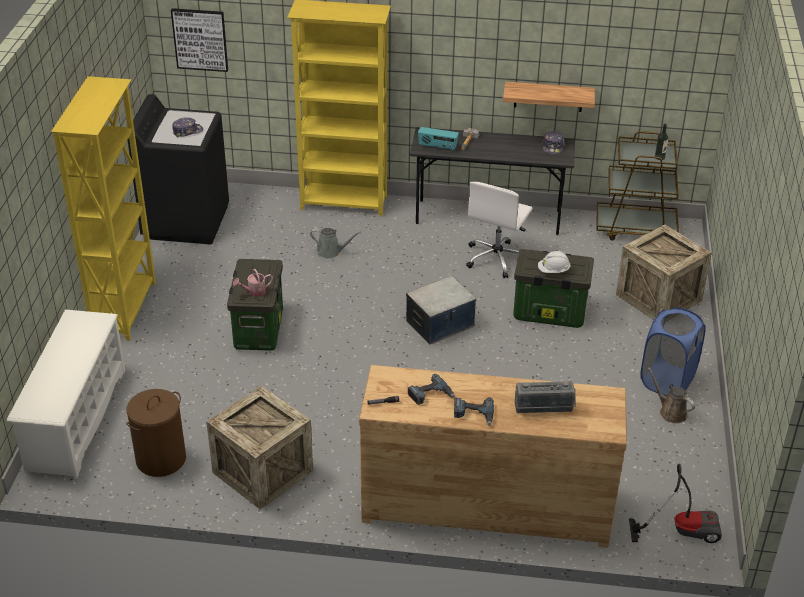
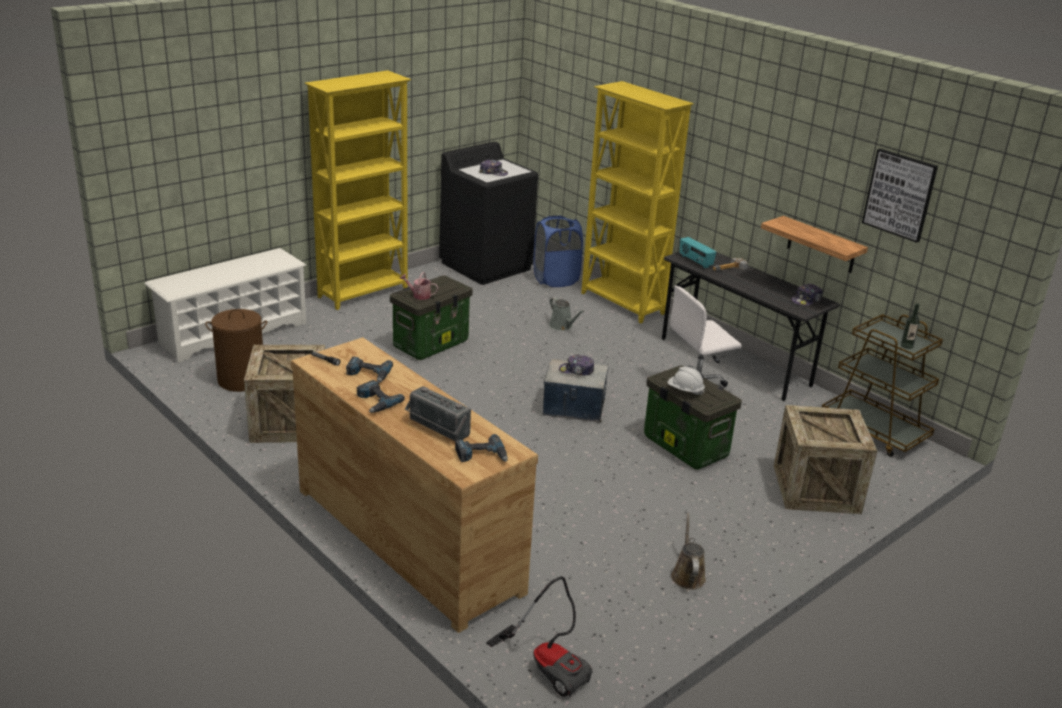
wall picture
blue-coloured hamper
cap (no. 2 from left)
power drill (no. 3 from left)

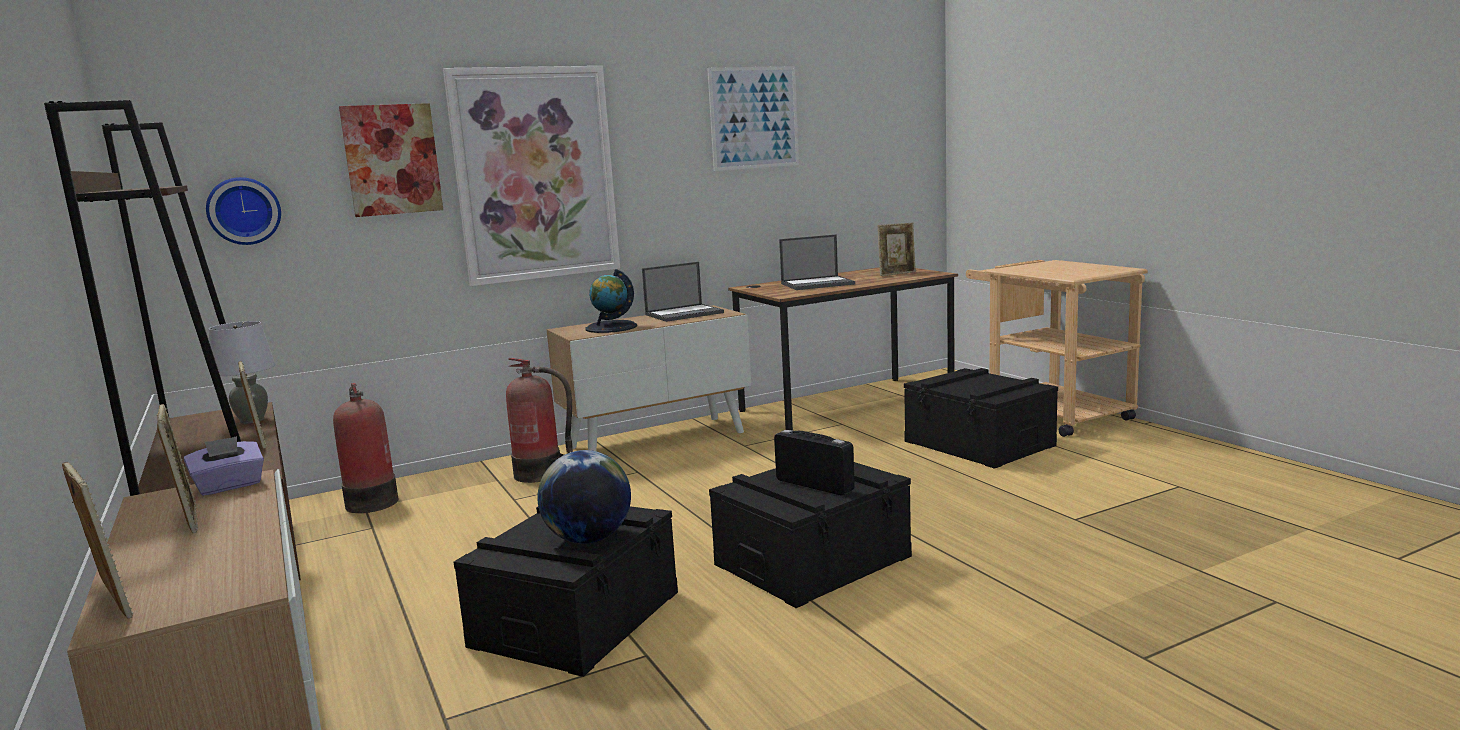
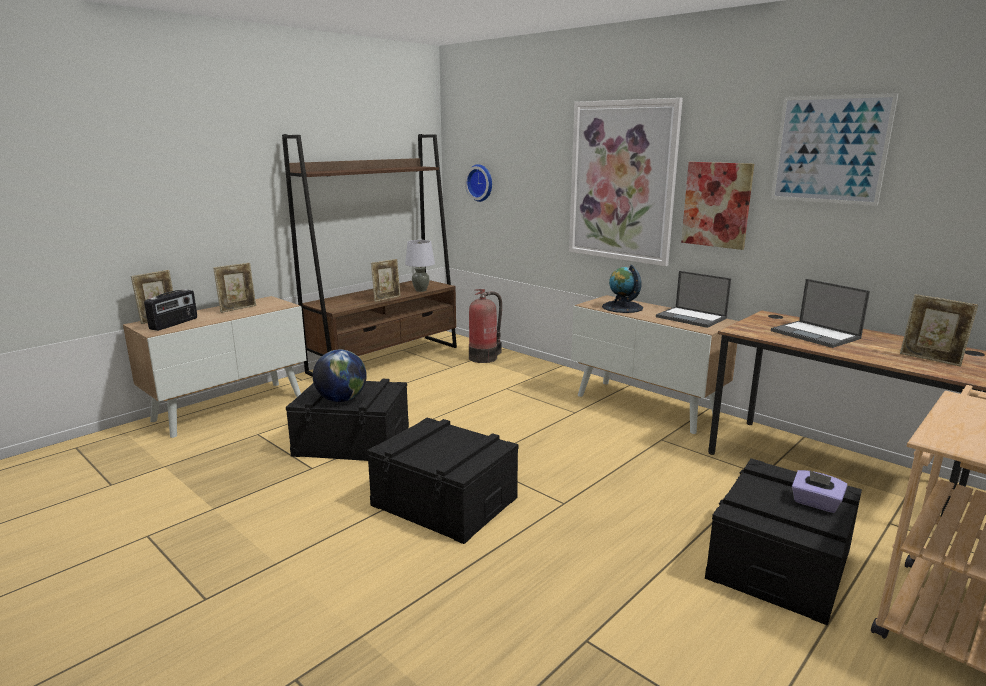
wall picture (no. 2 from left)
extinguisher (no. 2 from left in the first image)
radio set
purplish tissue box

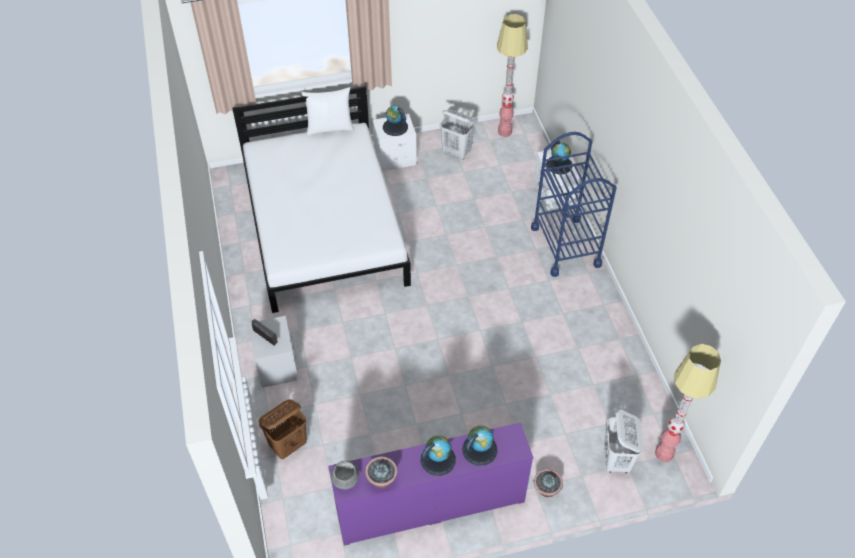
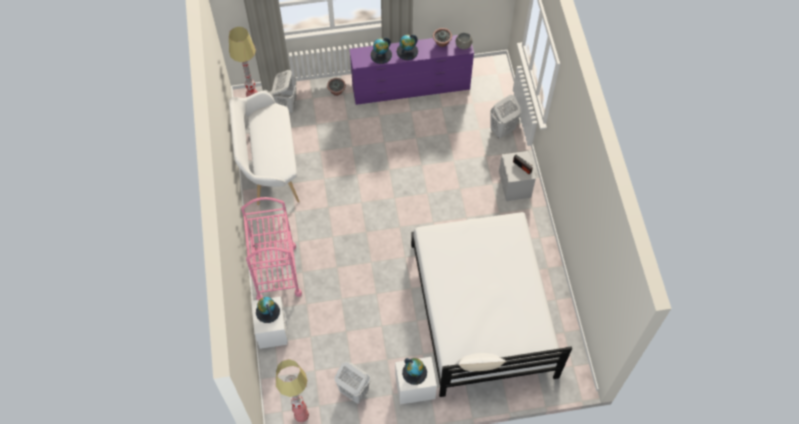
pink-coloured wheeled cart
white hamper (no. 3 from left)
white long seat

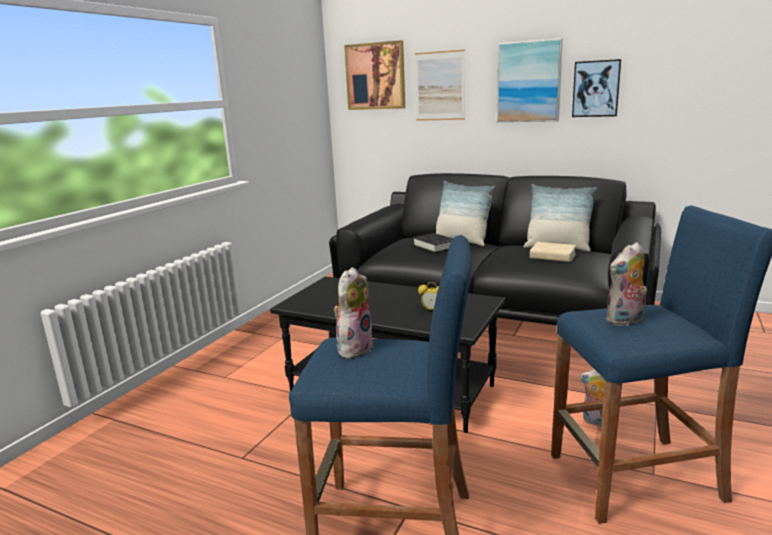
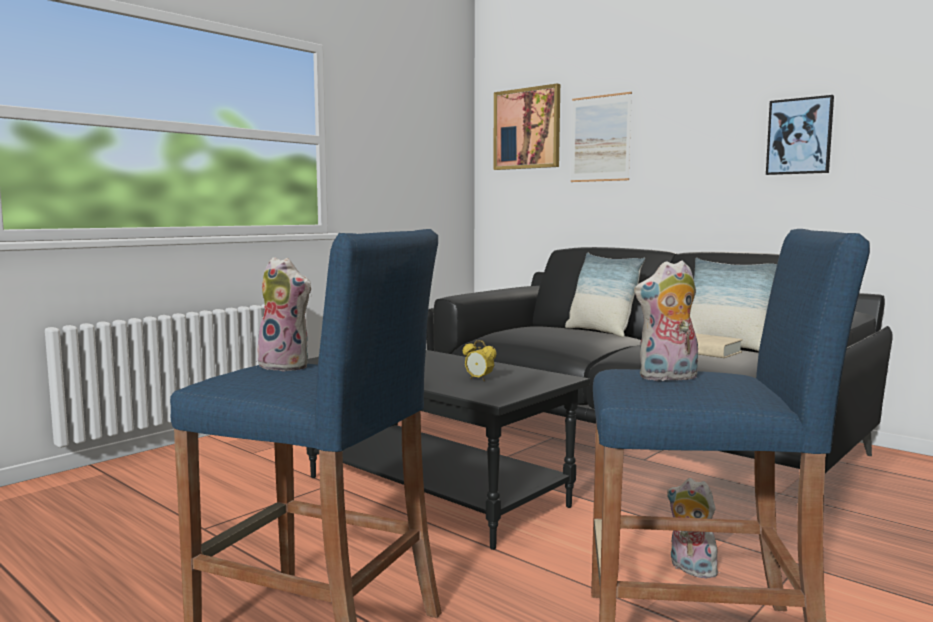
wall picture (no. 3 from left in the first image)
blackish book
plush toy (no. 1 from left)

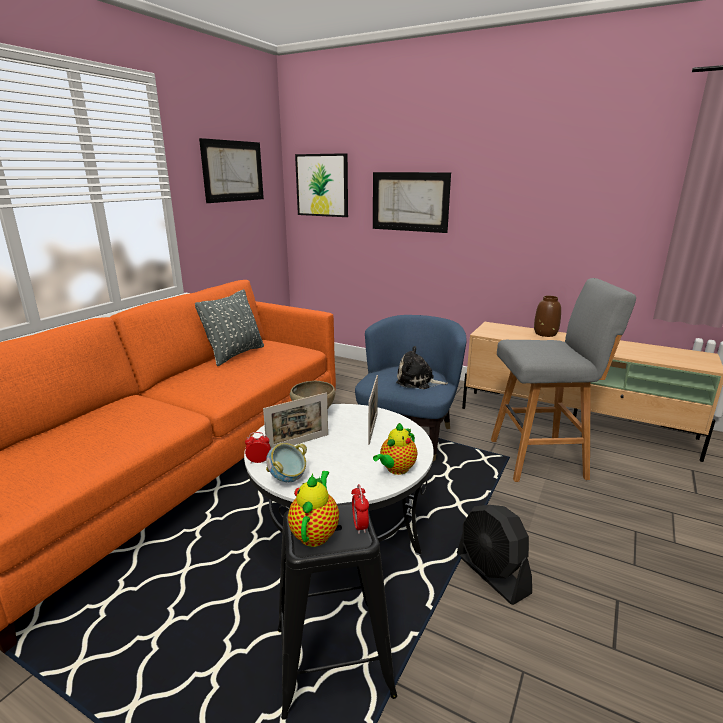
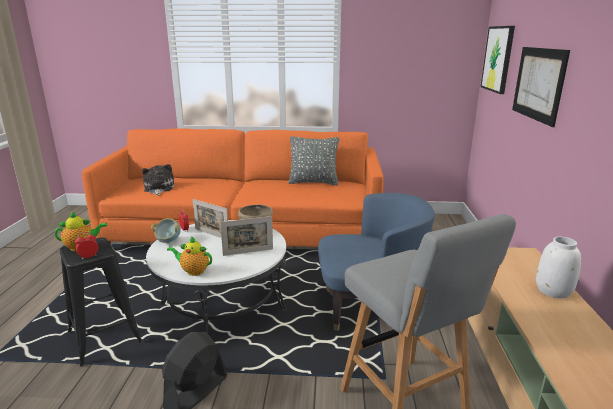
wall picture (no. 1 from left in the first image)
white flower vase
plush toy

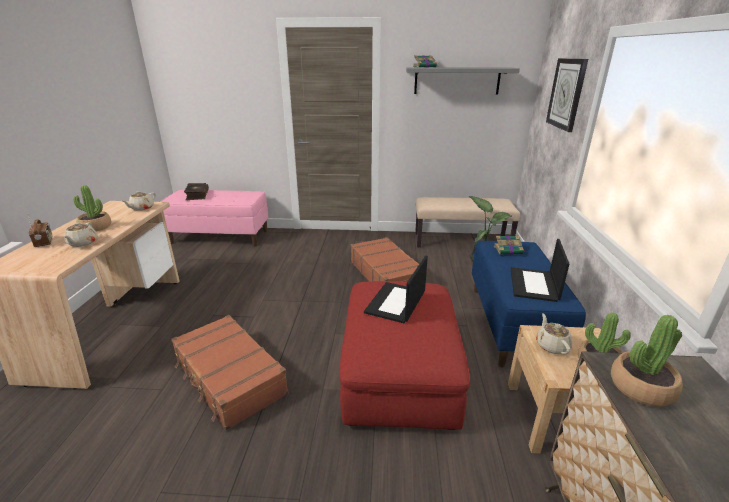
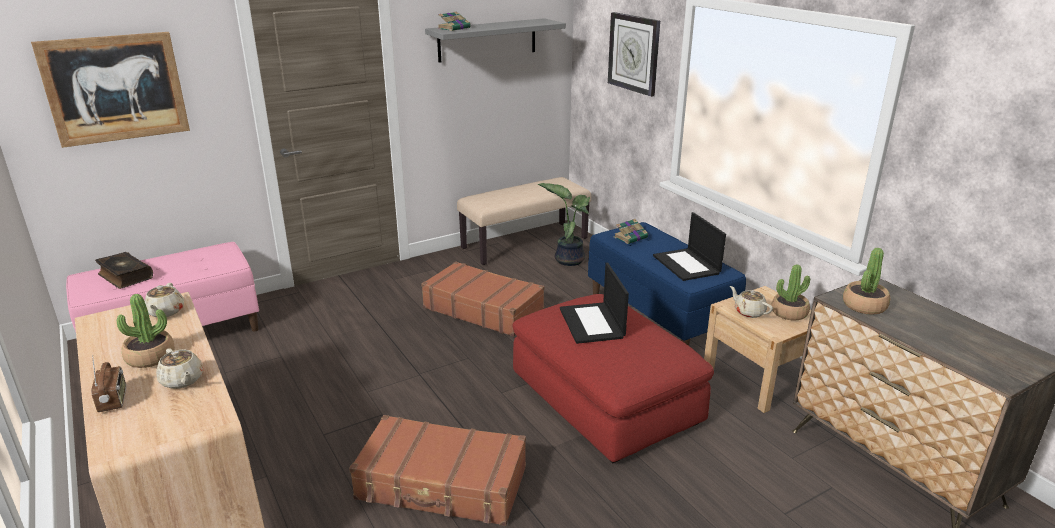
radio set
wall picture

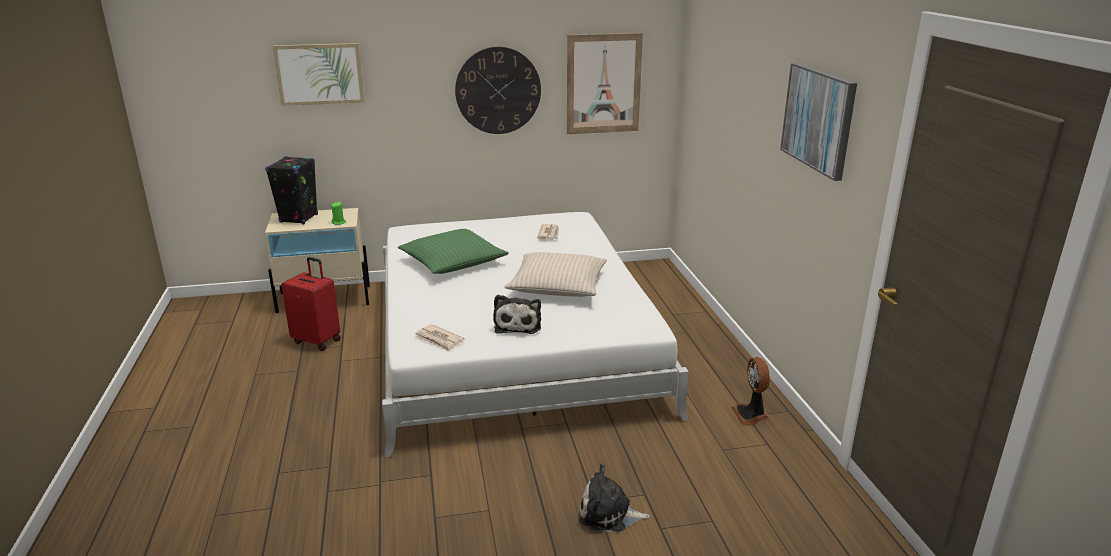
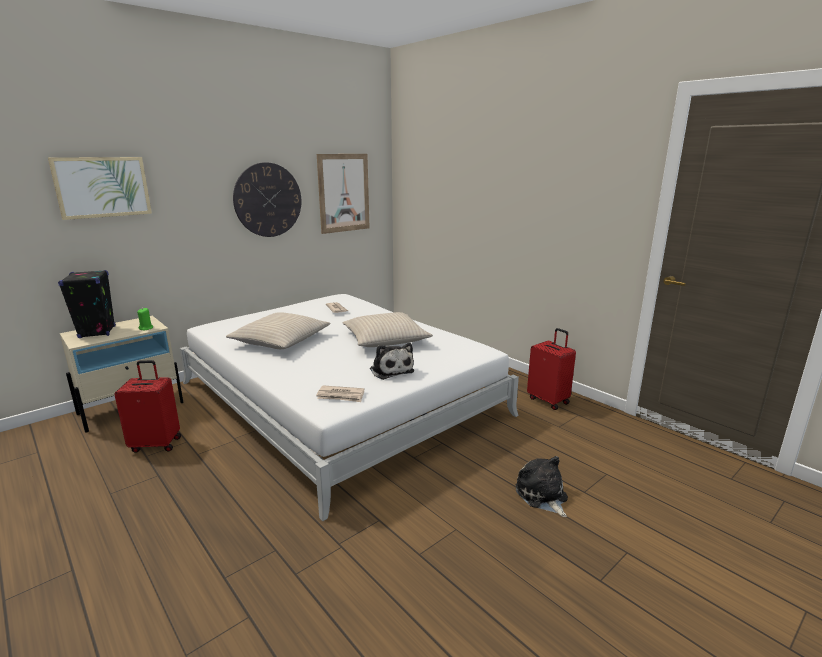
wall picture (no. 3 from left in the first image)
beige-coloured throw pillow (no. 1 from left)
reddish suitcase (no. 2 from left)
plush toy (no. 2 from left)

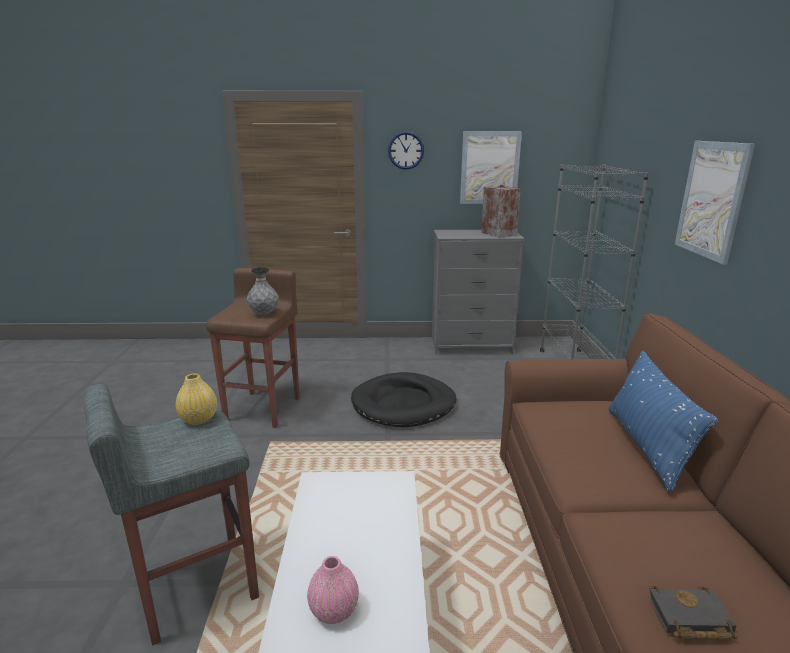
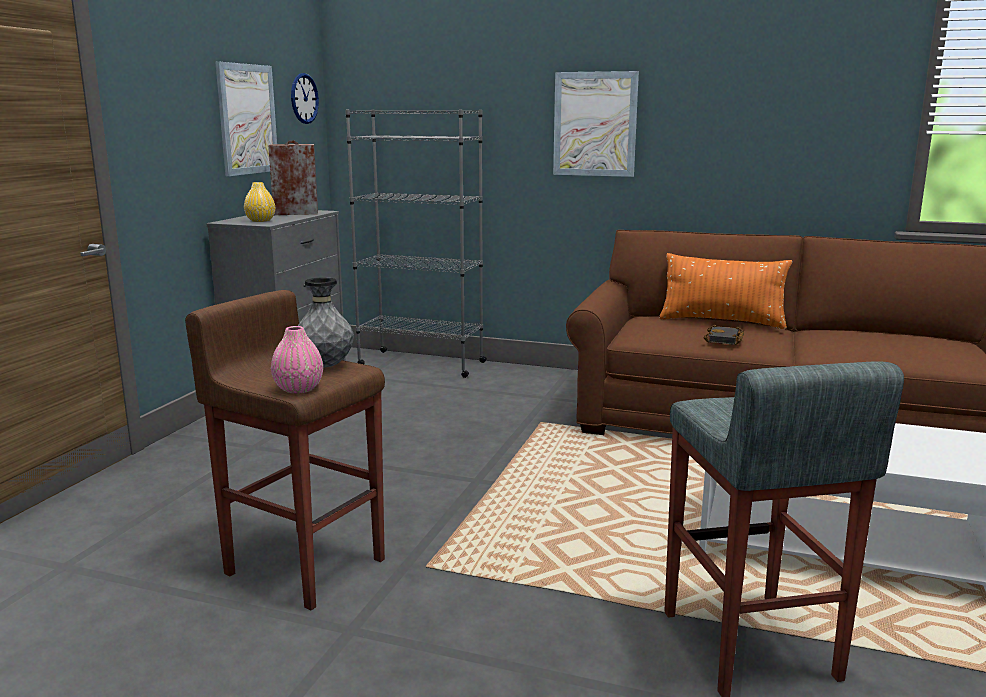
clock on the wall
orangey throw pillow
blackish dog cushion
yellow-coloured flower vase
pink-coloured flower vase
blackish book

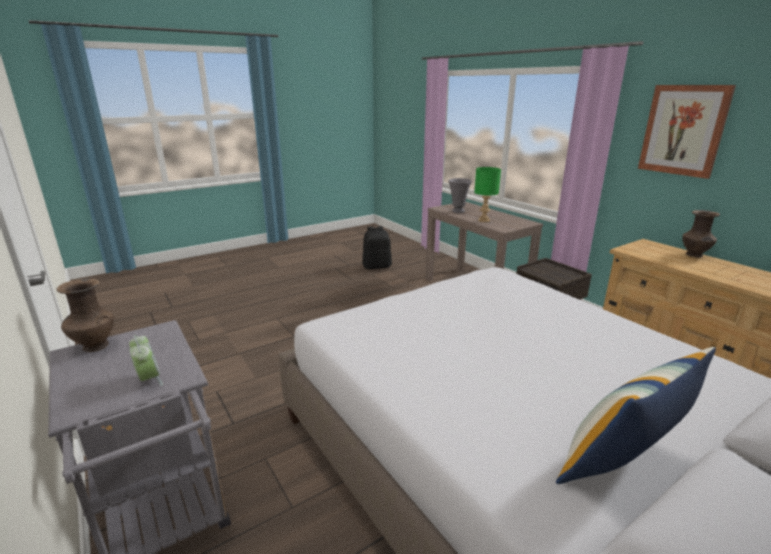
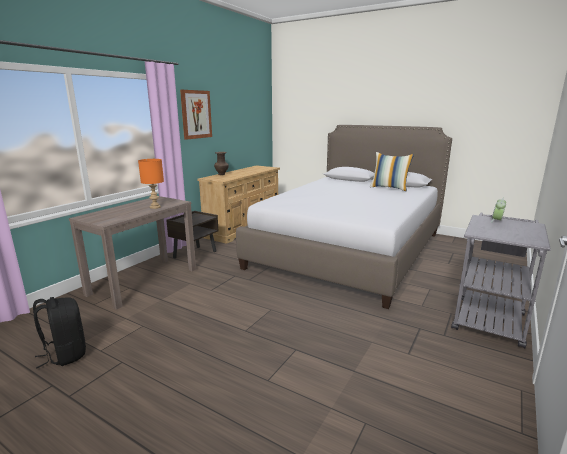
orangey tabletop lamp
grey flower vase
brown-coloured flower vase (no. 1 from left in the first image)

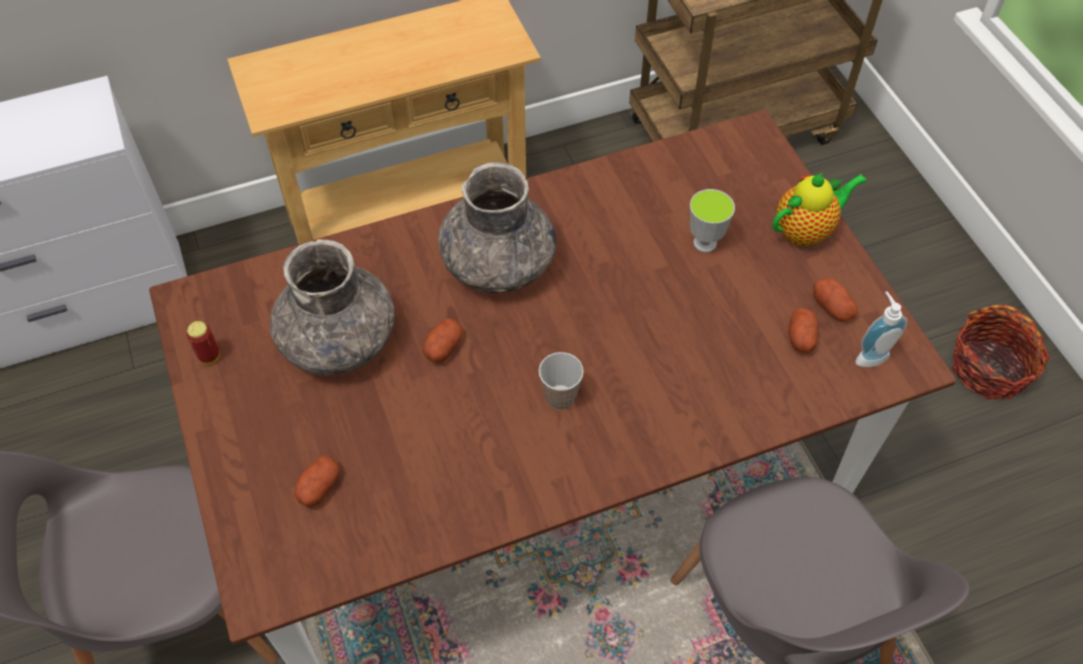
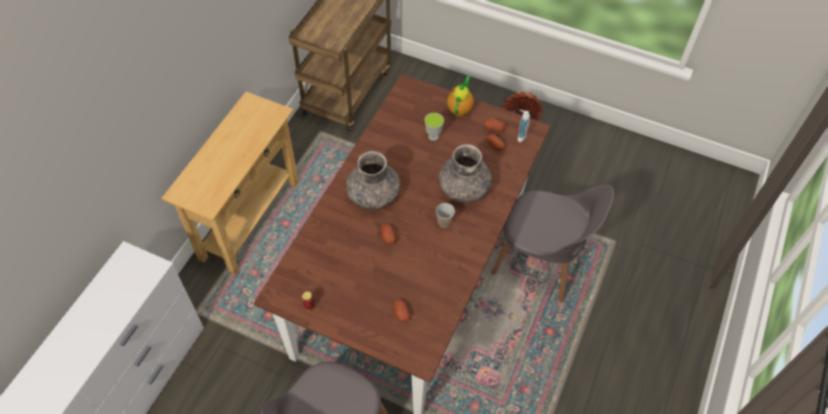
grey flower vase (no. 2 from left)

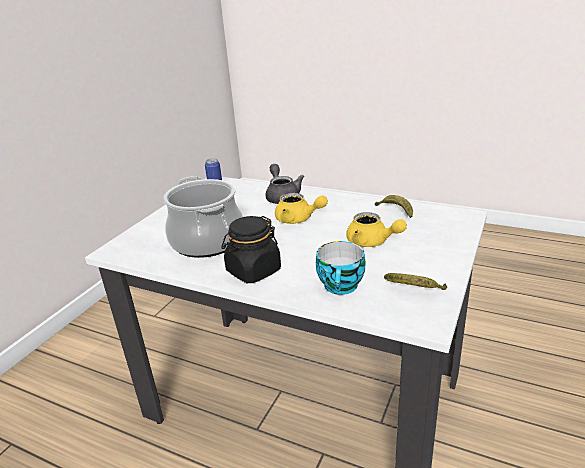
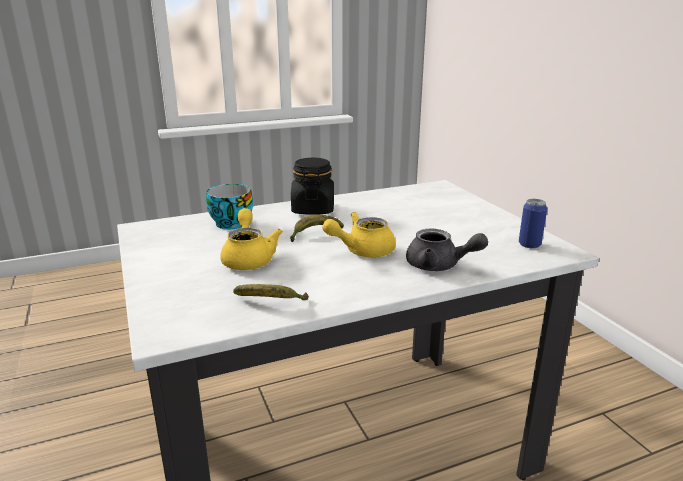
cooking pot
yellow-coloured pot for tea (no. 1 from left)
banana fruit (no. 2 from left)

